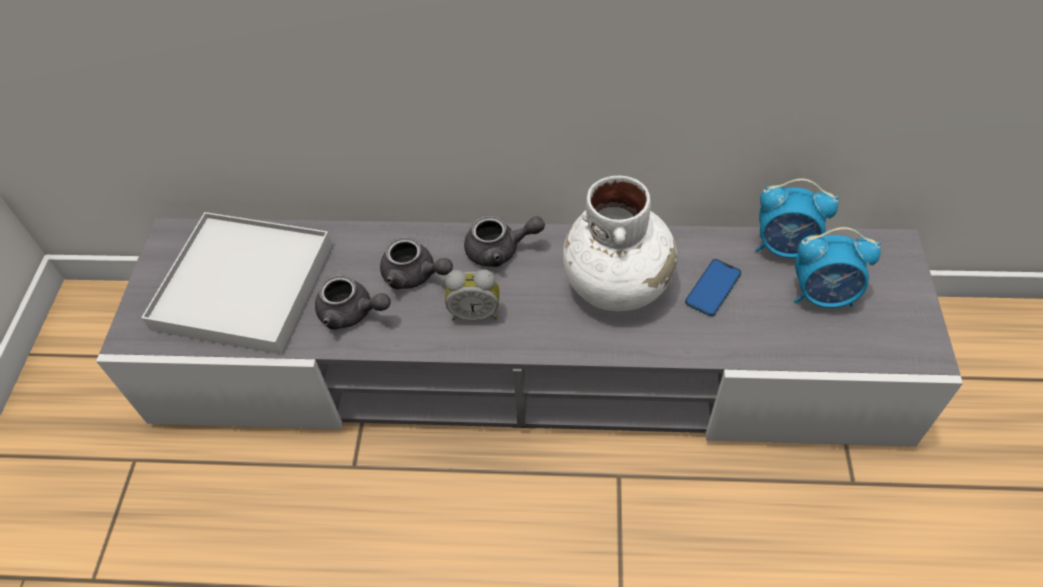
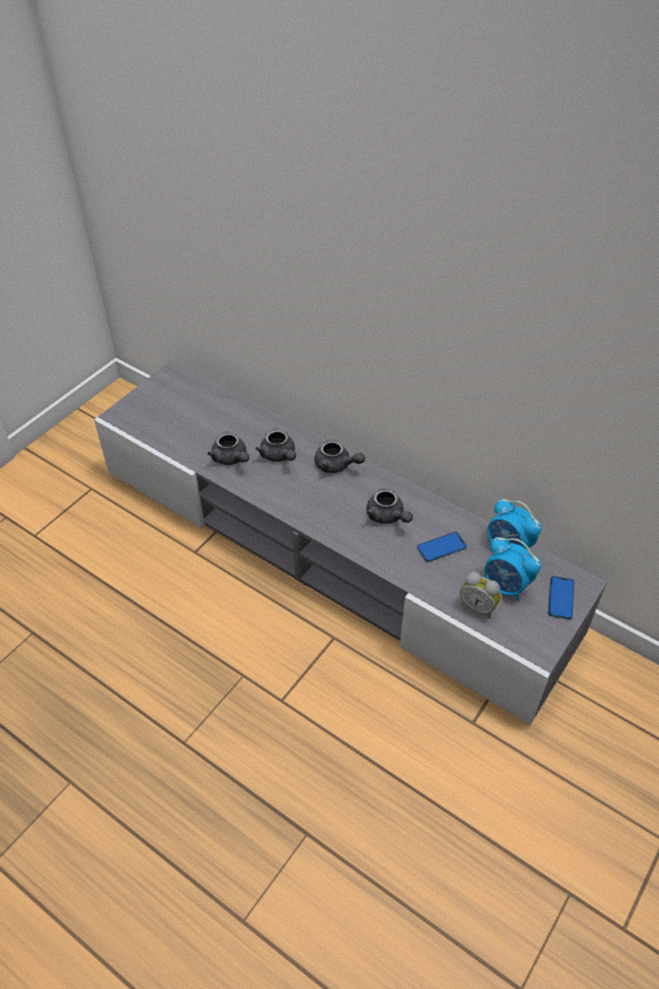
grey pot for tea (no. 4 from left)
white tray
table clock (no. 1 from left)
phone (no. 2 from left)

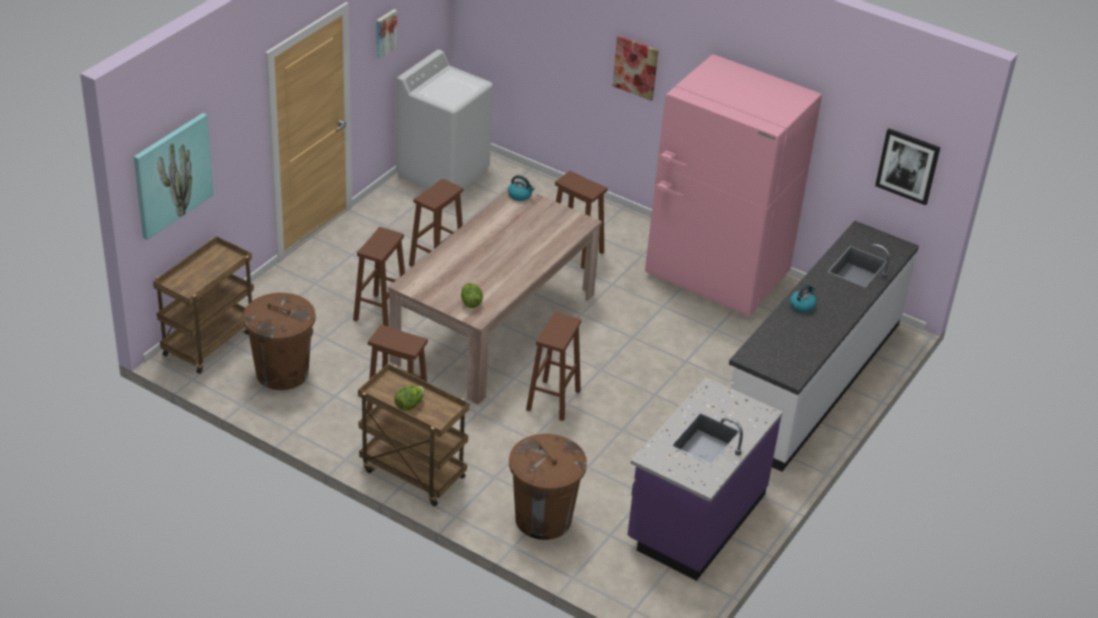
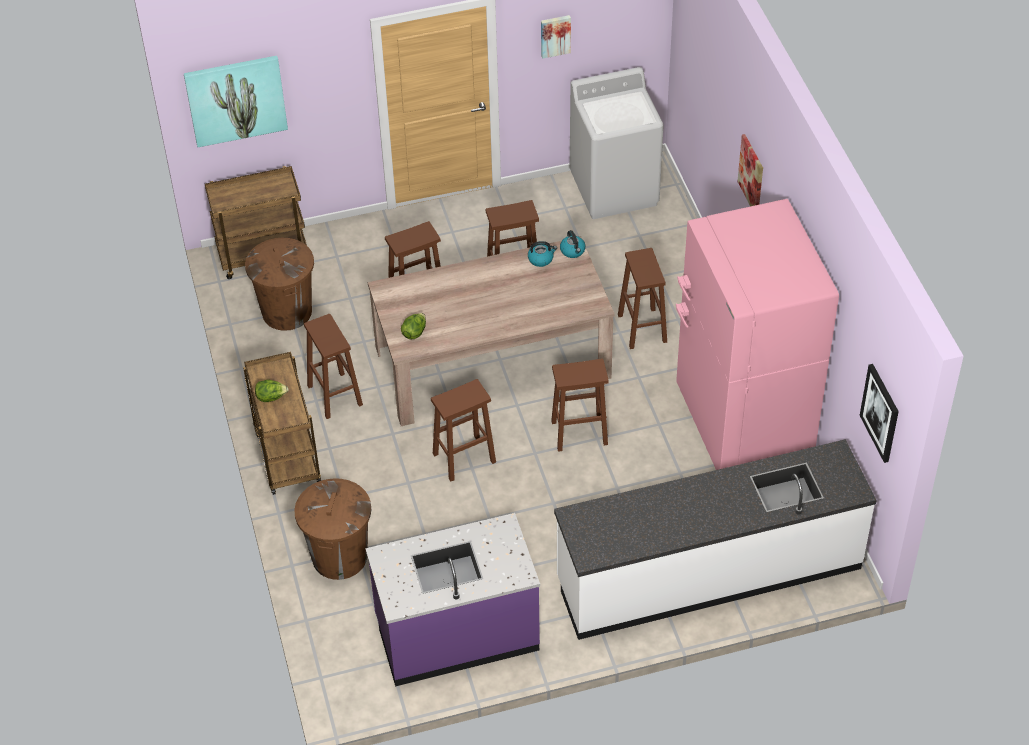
kettle (no. 1 from left)
brown-coloured stool seat (no. 5 from left)

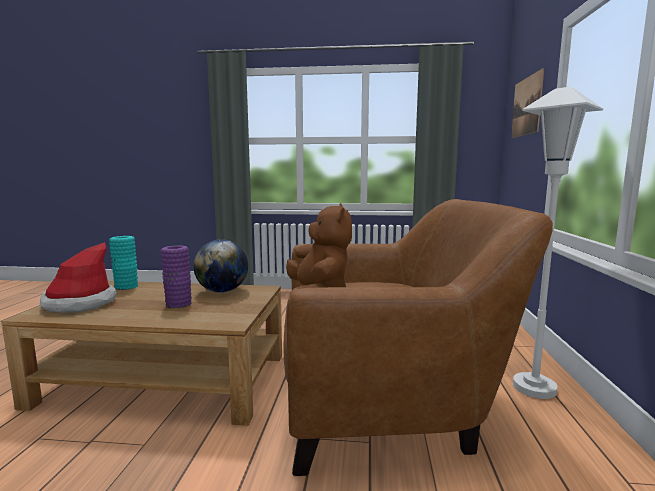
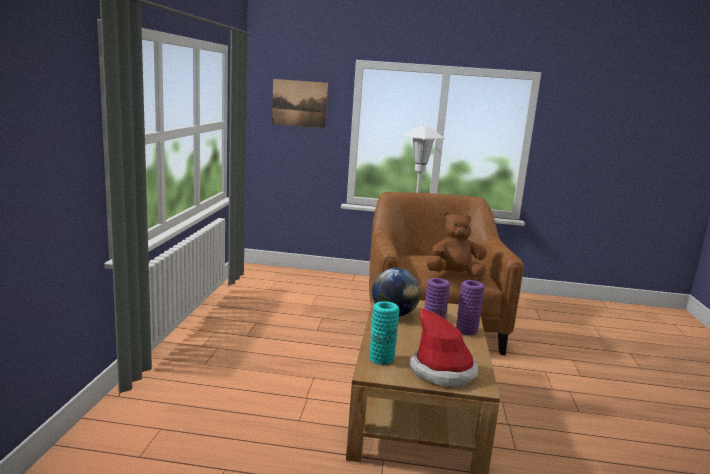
purplish flower vase (no. 2 from left)

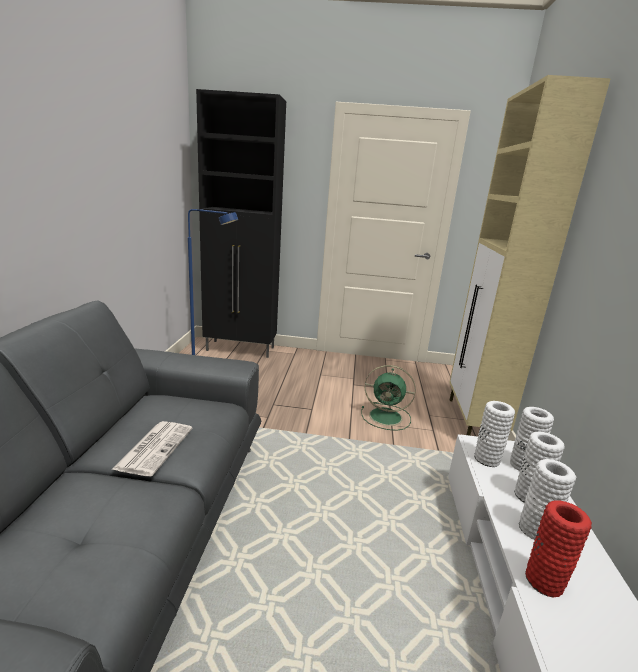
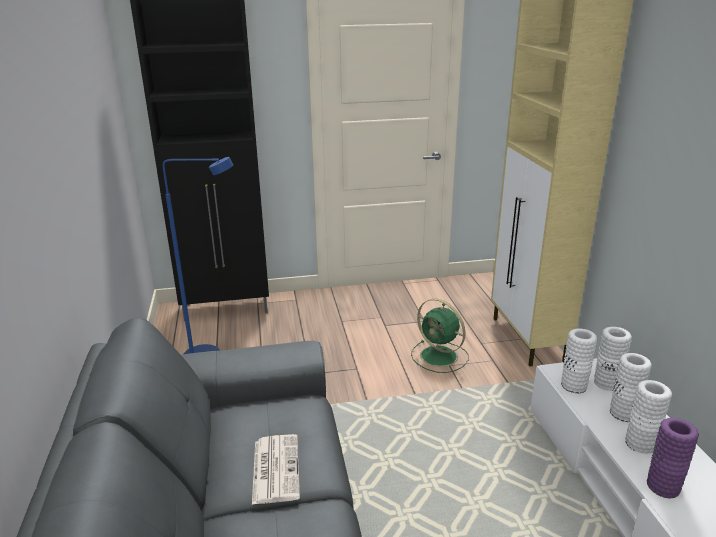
greenish electric fan
purplish flower vase

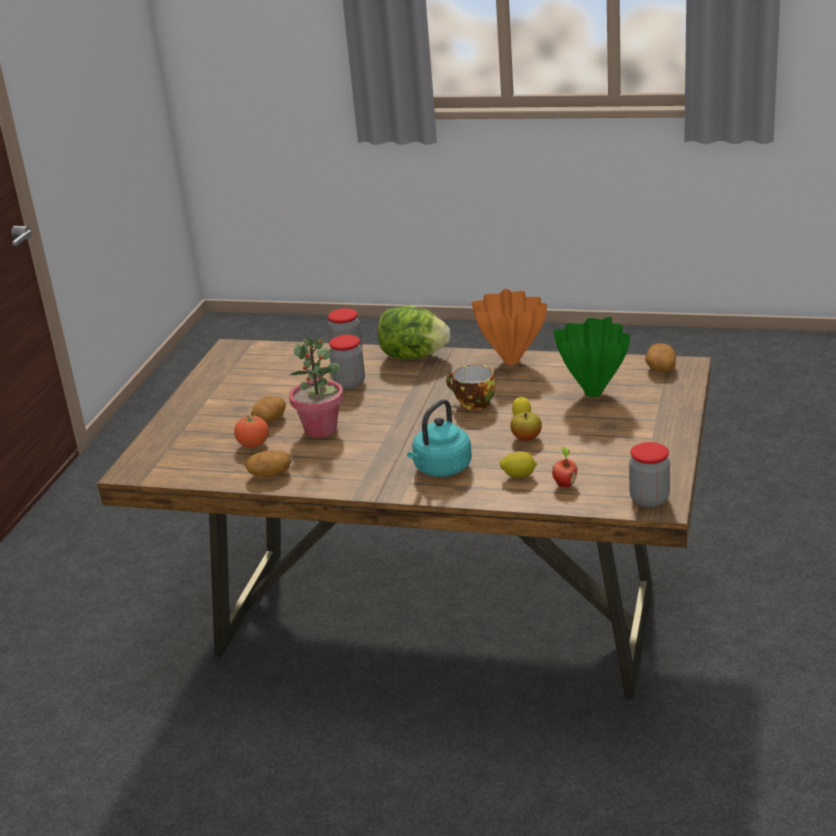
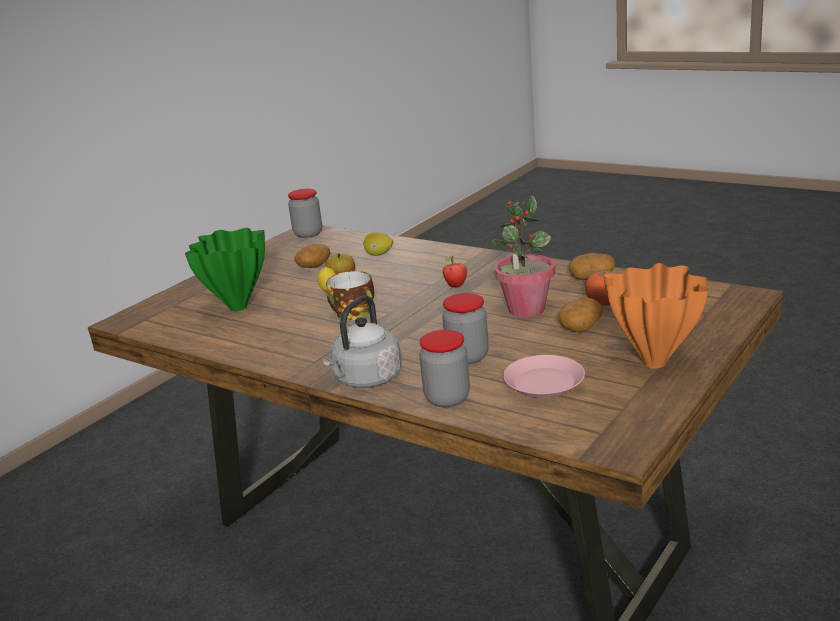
orangey flower vase
grey kettle
whole potato (no. 1 from left)
blue-green kettle
apple (no. 2 from left)
pink-coloured plate

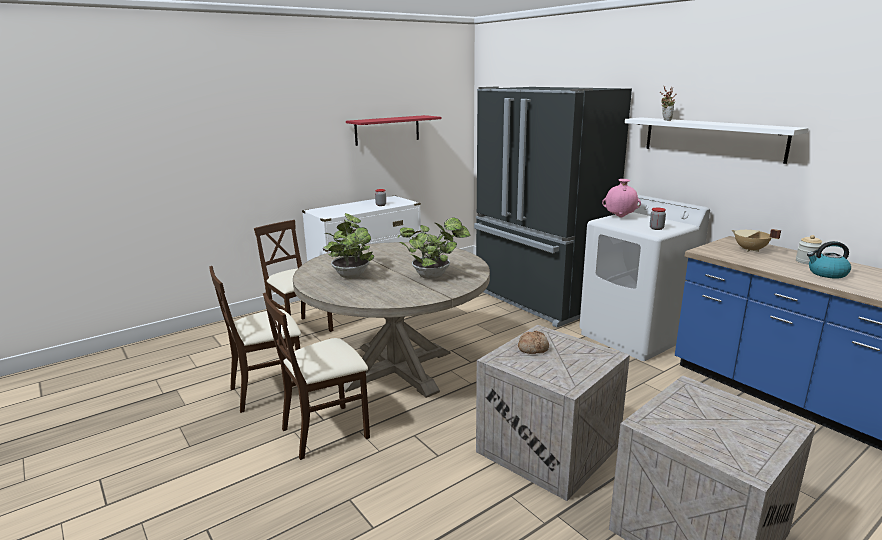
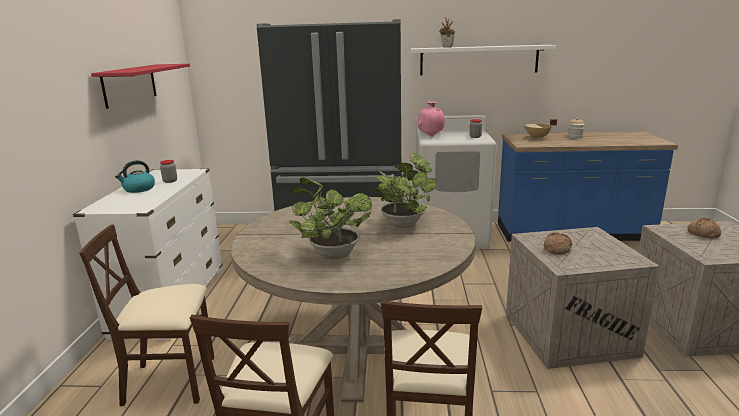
kettle
baked bread (no. 2 from left)

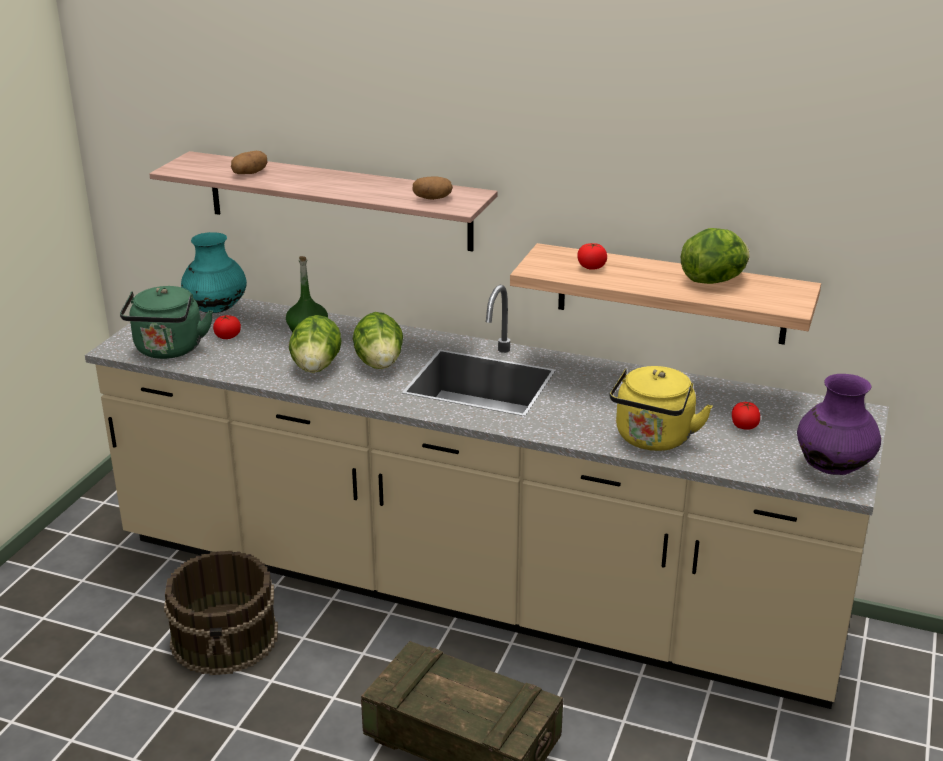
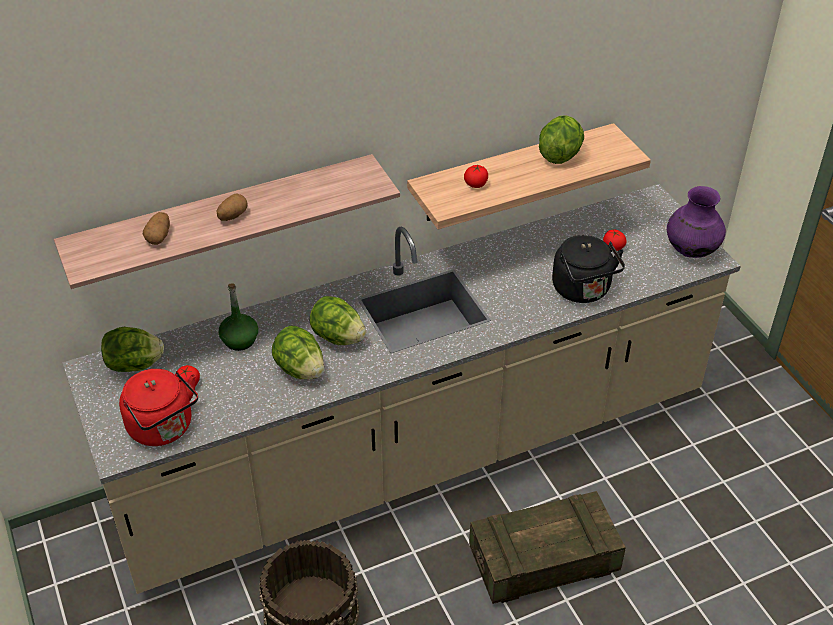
whole potato (no. 2 from left)
lettuce (no. 1 from left)
reddish kettle
blackish kettle

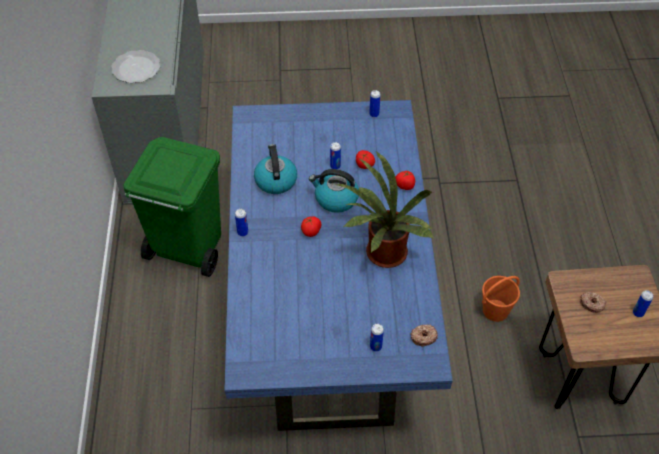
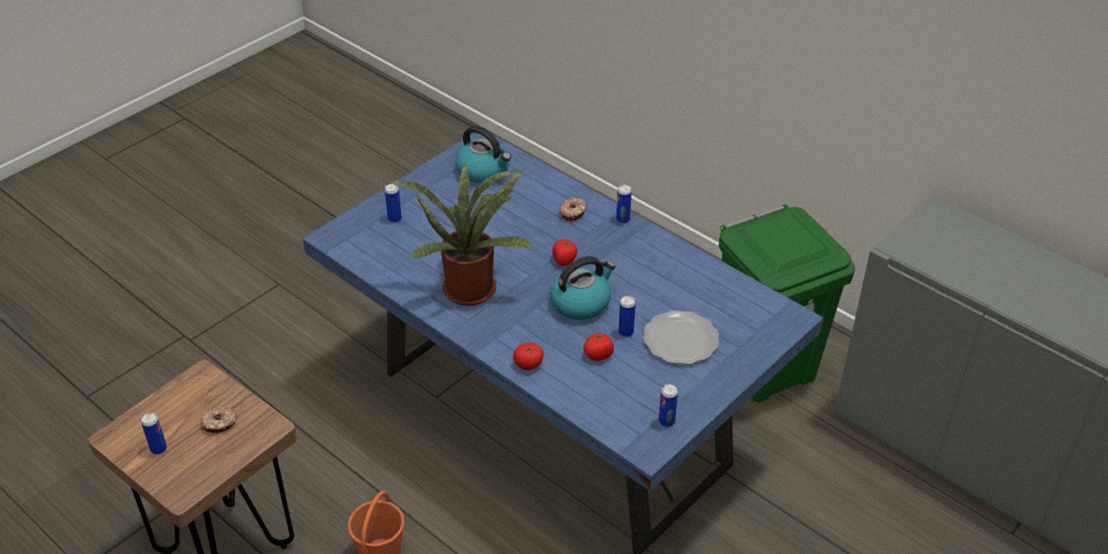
plate
kettle (no. 1 from left)
doughnut (no. 2 from left)

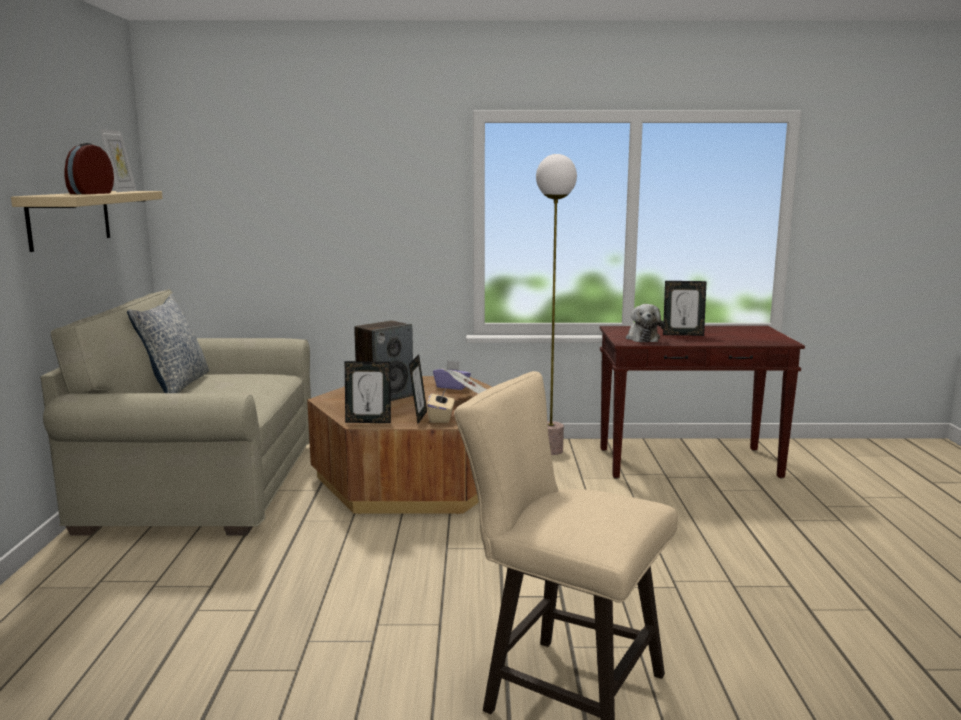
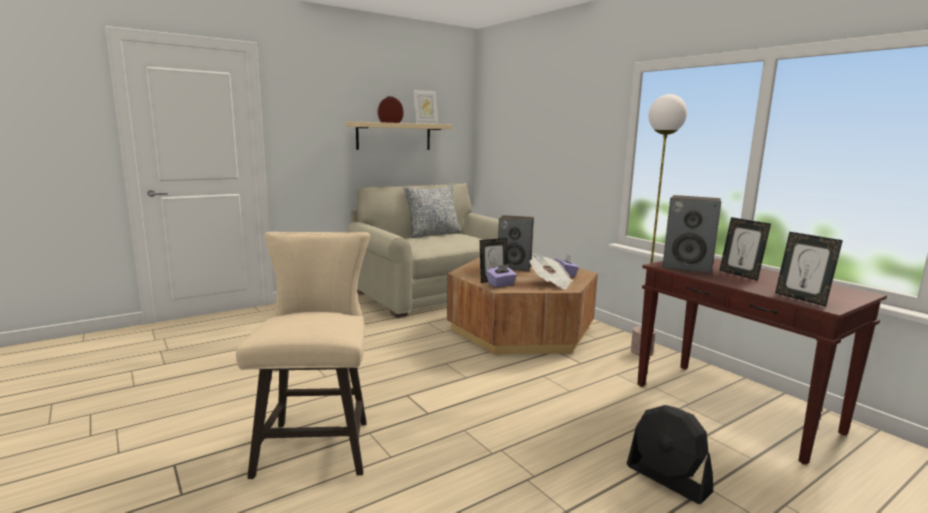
loudspeaker (no. 2 from left)
standing frame (no. 4 from left)
purplish tissue box (no. 1 from left)
blackish electric fan

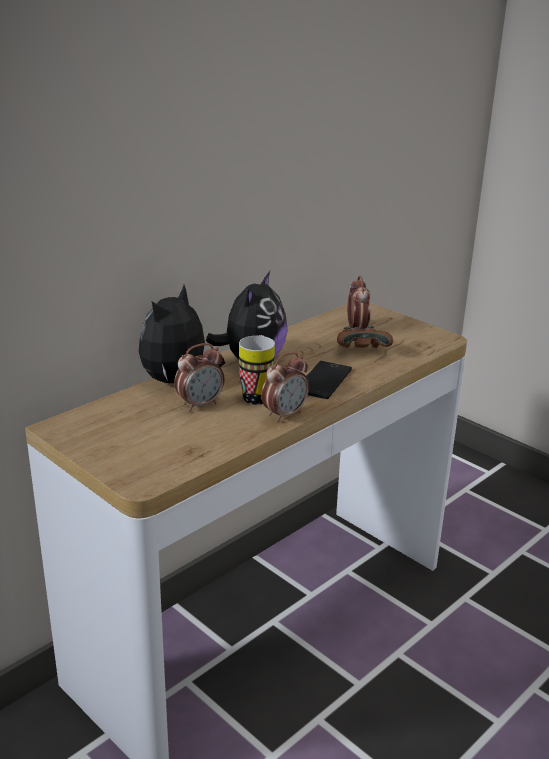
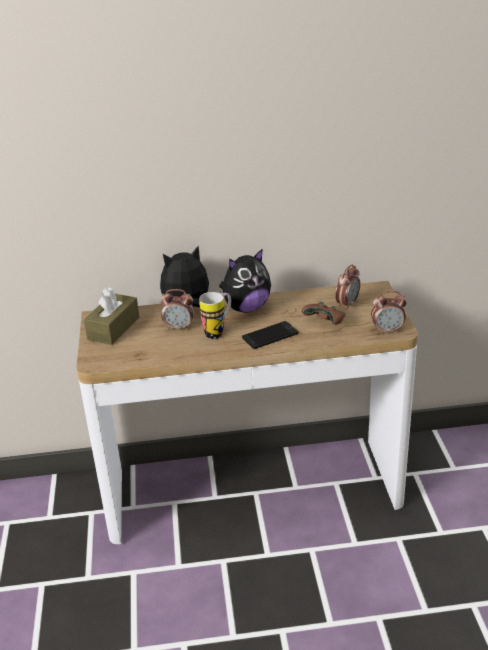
table clock (no. 3 from left)
brown-coloured tissue box

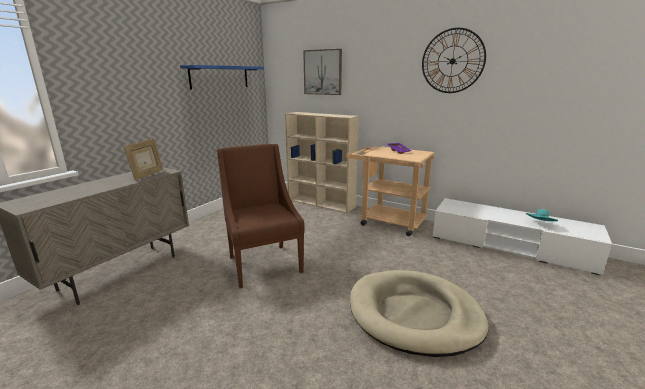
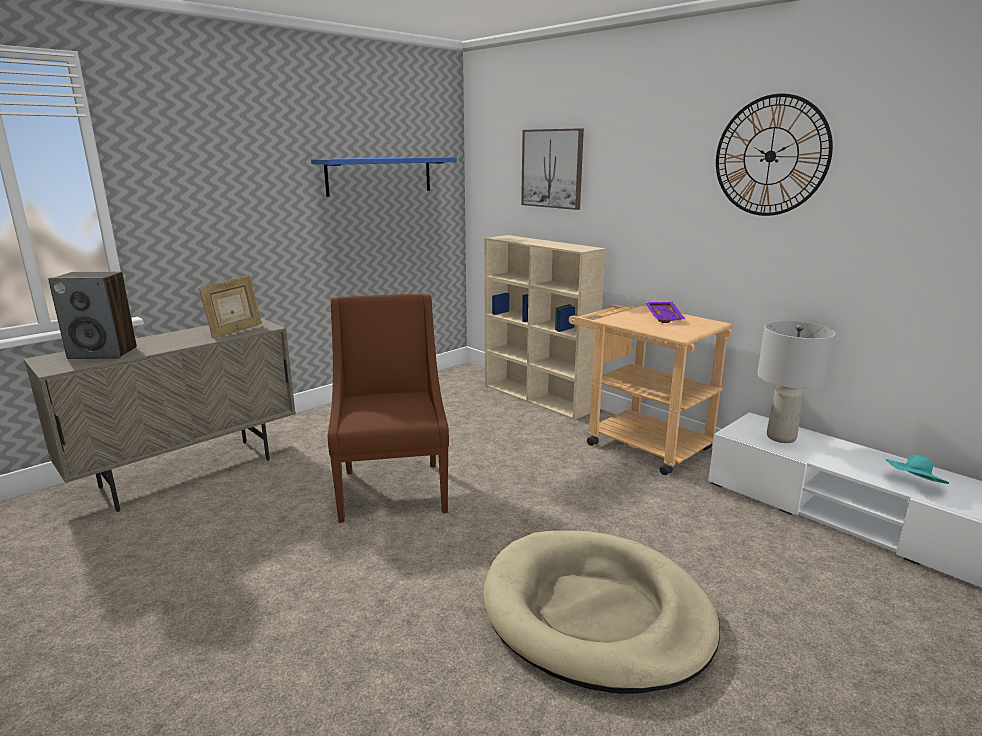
loudspeaker
grey tabletop lamp

